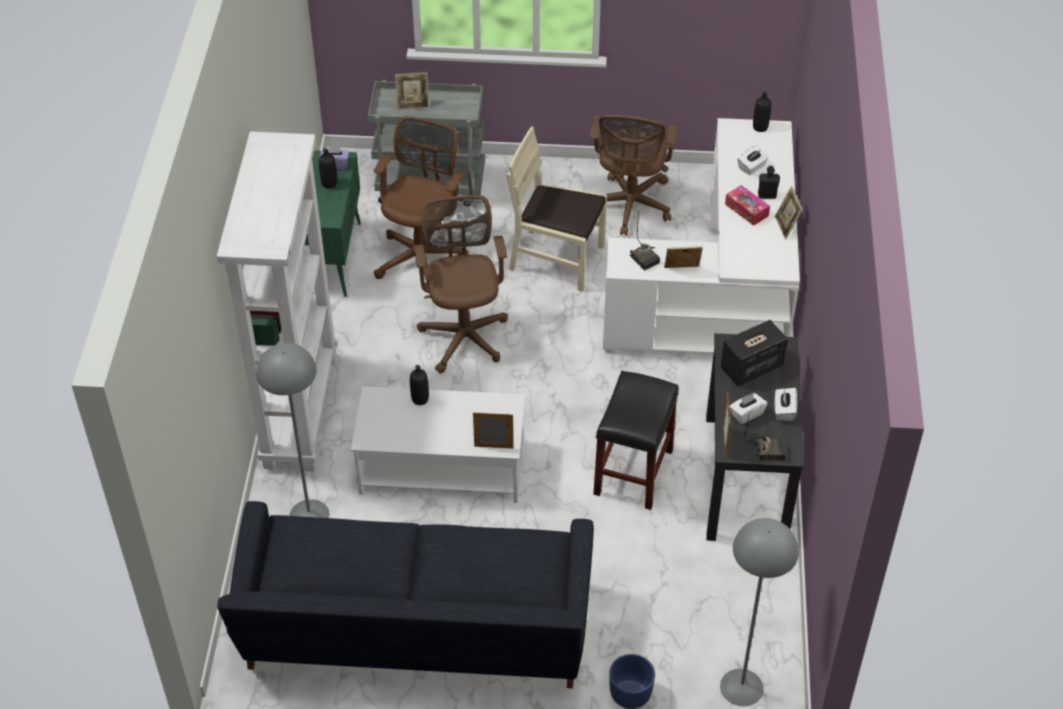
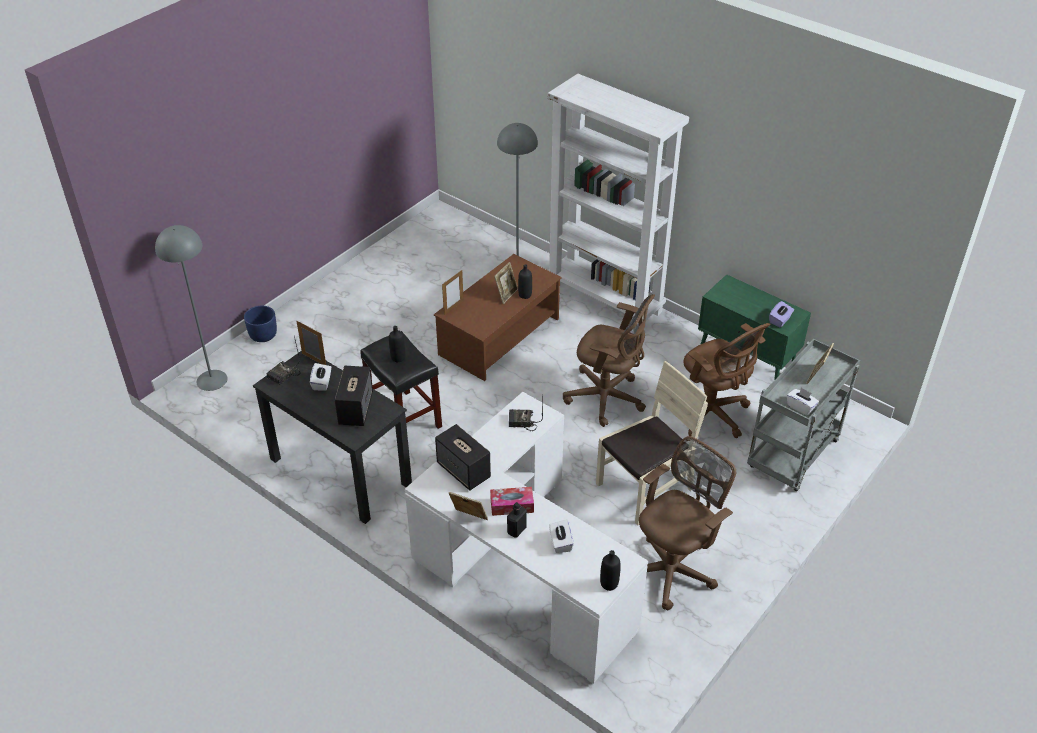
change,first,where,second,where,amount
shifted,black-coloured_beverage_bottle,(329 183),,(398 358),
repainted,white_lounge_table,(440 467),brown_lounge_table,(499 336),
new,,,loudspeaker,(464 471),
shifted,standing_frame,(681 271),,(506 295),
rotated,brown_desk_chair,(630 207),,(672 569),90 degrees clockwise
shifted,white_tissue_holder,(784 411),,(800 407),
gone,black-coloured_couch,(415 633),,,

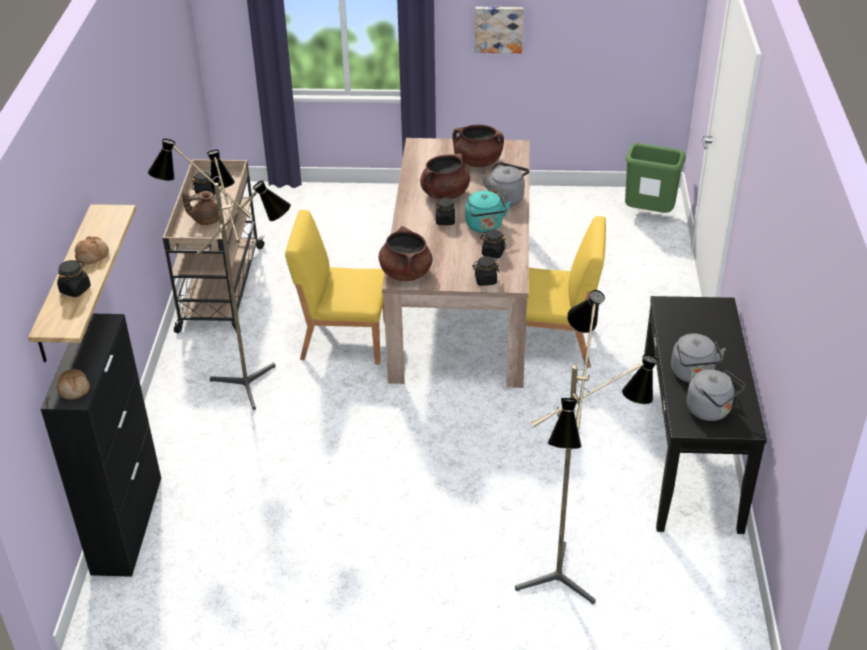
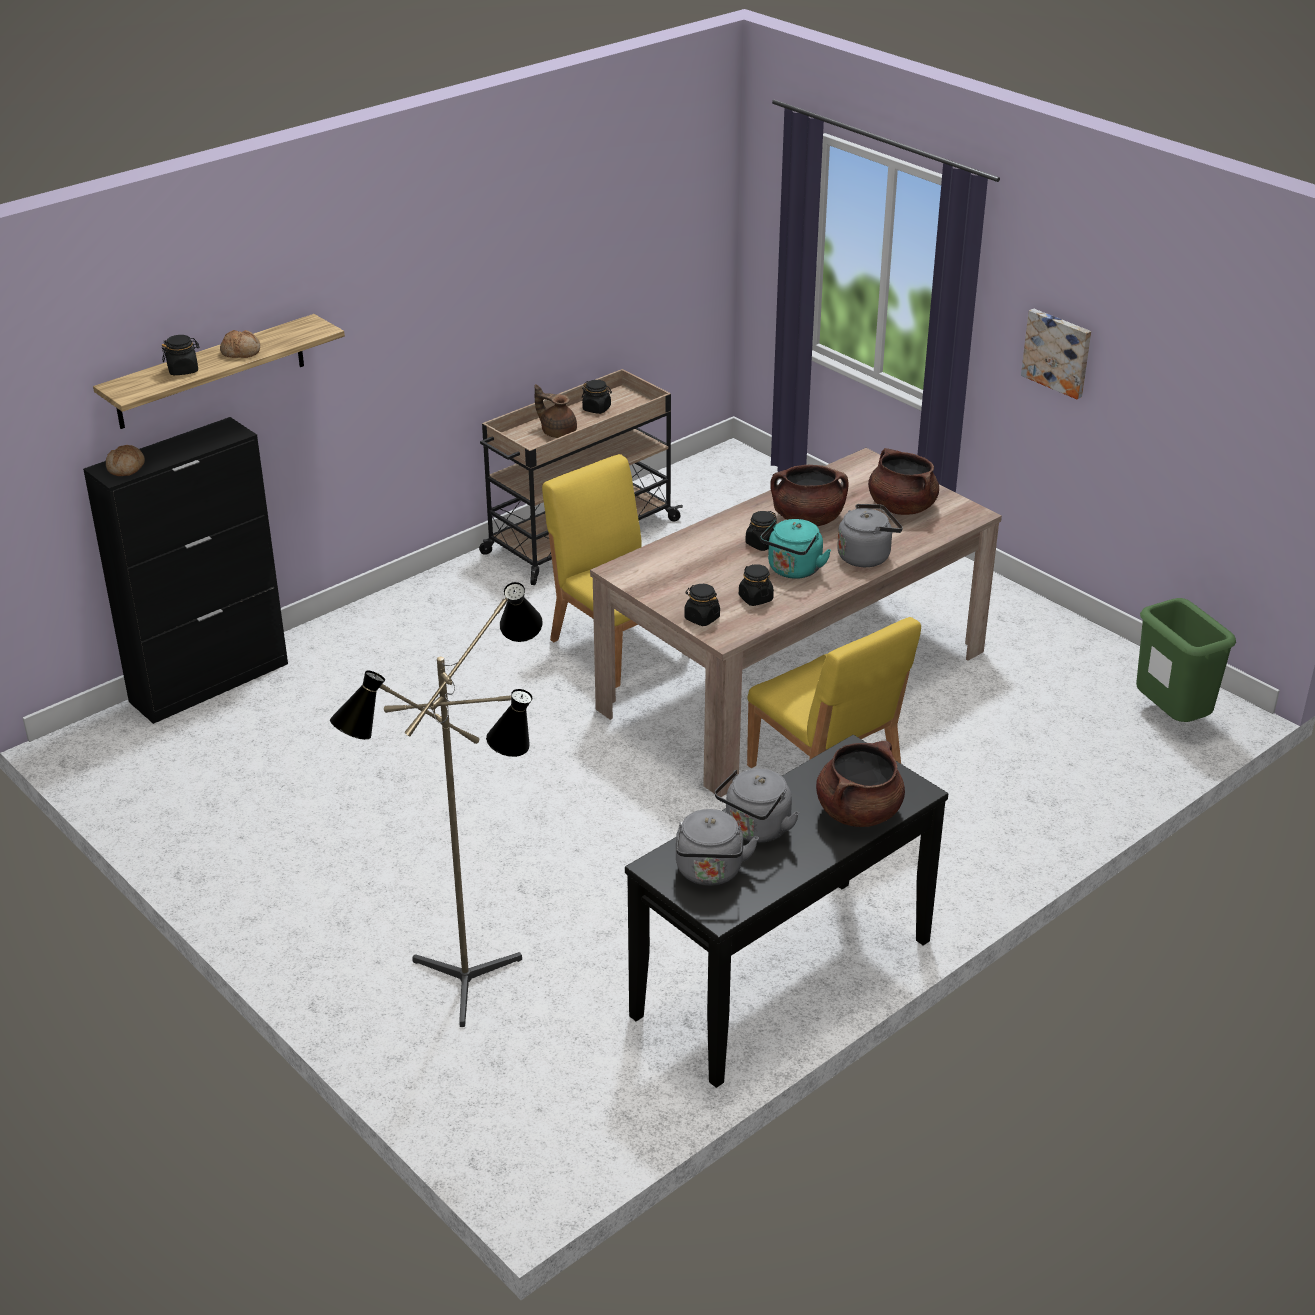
change,first,where,second,where,amount
shifted,brown_stockpot,(405 273),,(858 812),
gone,floor_lamp,(248 380),,,

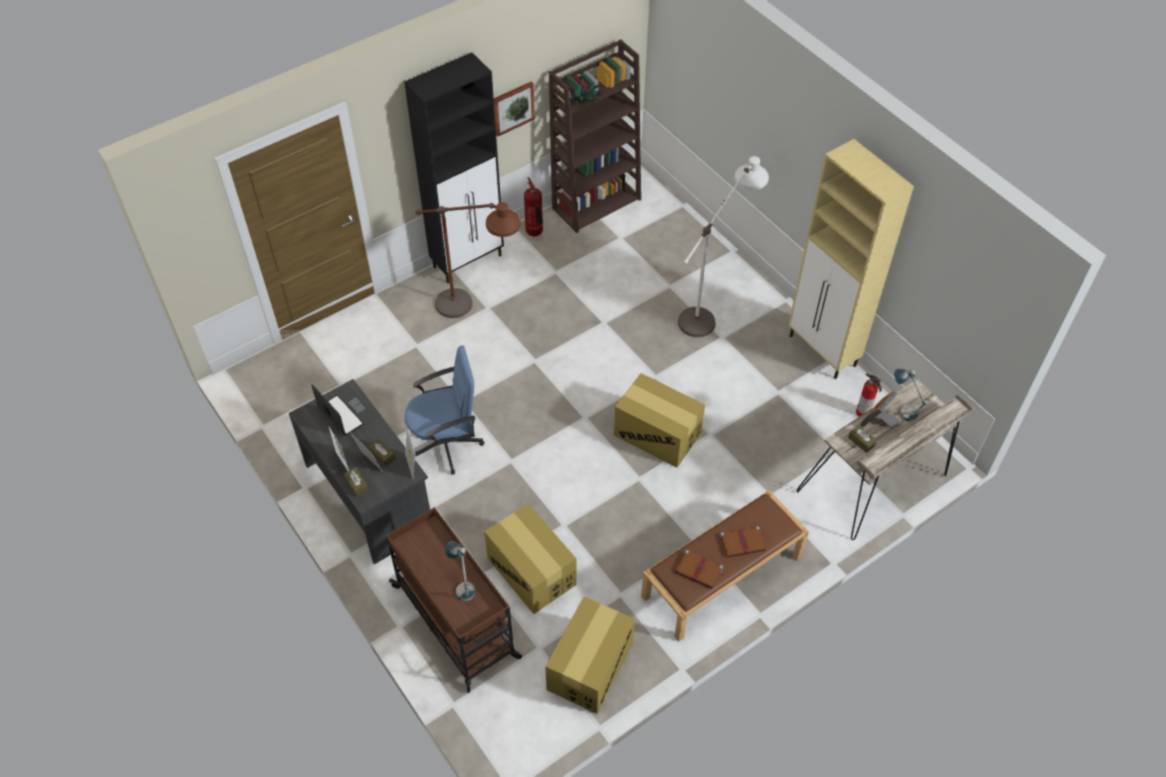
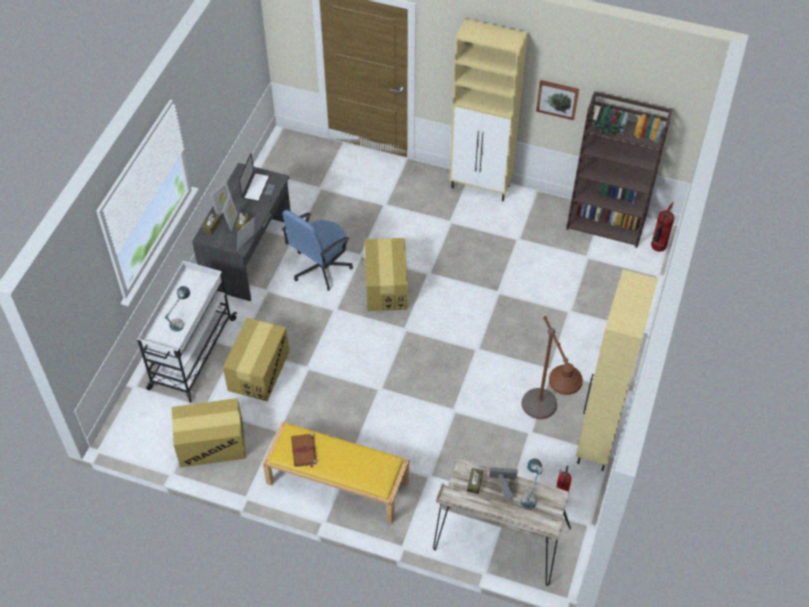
change,first,where,second,where,amount
repainted,brown_trolley,(457 623),white_trolley,(191 354),
repainted,brown_bench,(721 577),yellowish_bench,(336 482),
rotated,blue_desk_chair,(446 443),,(320 268),90 degrees clockwise
shifted,carton,(657 434),,(386 286),
repainted,black-coloured_storage_cabinet,(468 261),beige-coloured_storage_cabinet,(481 187),
shifted,brown_floor_lamp,(476 314),,(543 425),
shifted,fire_extinguisher,(535 234),,(657 249),
gone,white_floor_lamp,(712 307),,,
gone,brown_book,(743 543),,,

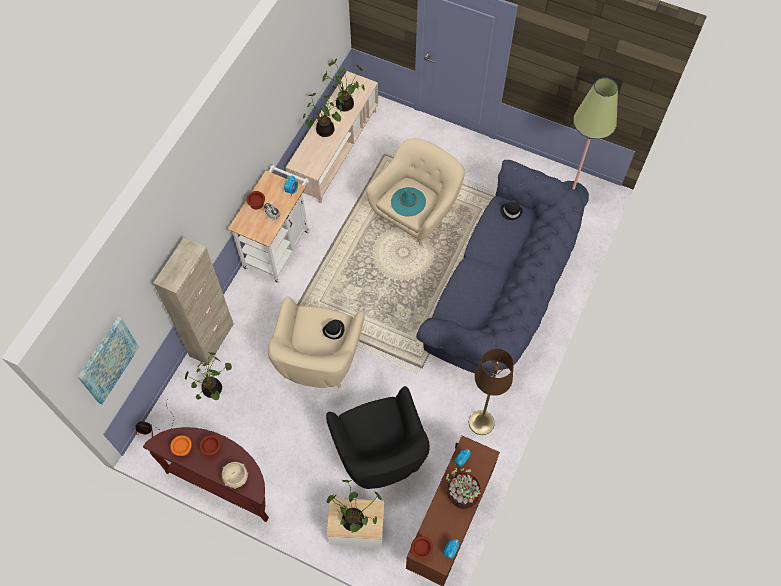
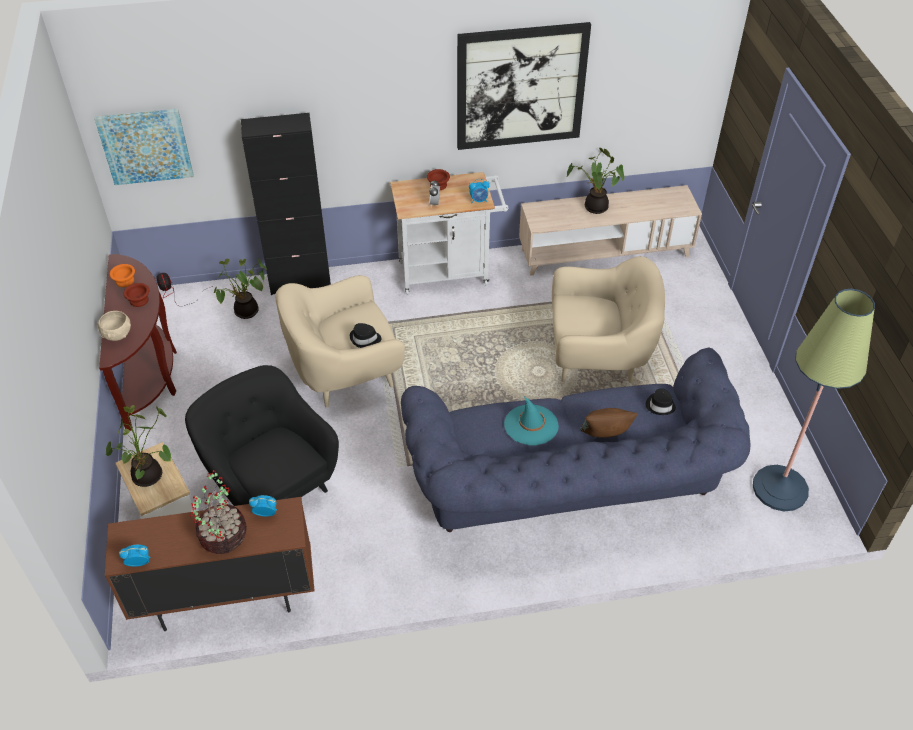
change,first,where,second,where,amount
rotated,black-coloured_armchair,(379 453),,(271 484),105 degrees clockwise
repainted,beige-coloured_storage_cabinet,(212 340),black-coloured_storage_cabinet,(300 282),
new,,,wall_art,(521 87),
shifted,turquoise-coloured_wearable_hat,(408 202),,(531 425),
new,,,brown_pillow,(604 434),
gone,plant_in_a_pot,(345 104),,,
gone,brown_deep_dish,(421 550),,,
gone,brown_floor_lamp,(481 422),,,

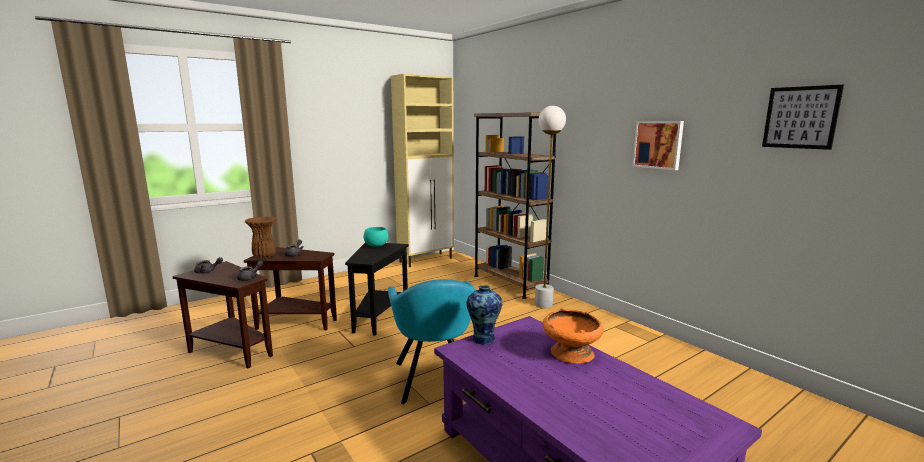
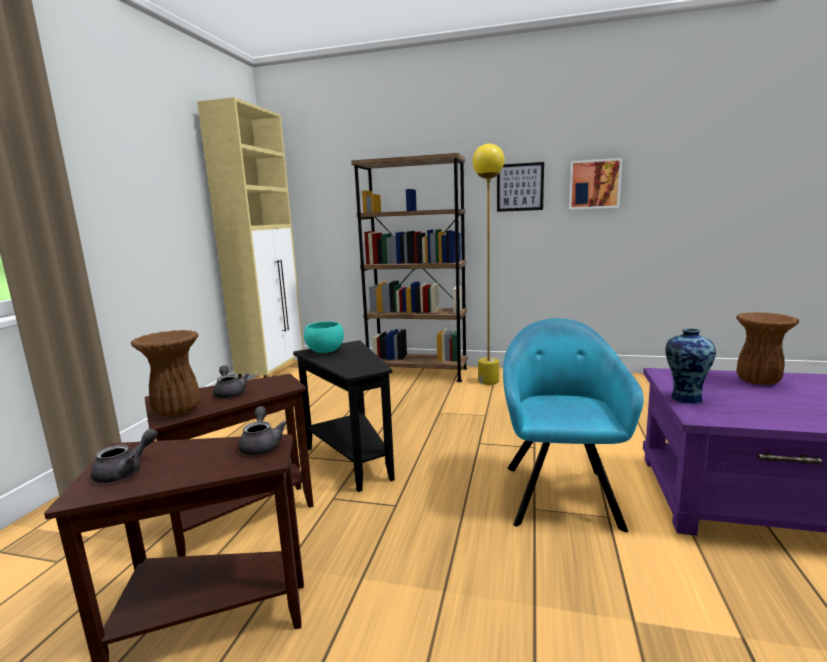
change,first,where,second,where,amount
repainted,white_floor_lamp,(543 304),yellowish_floor_lamp,(488 381),
shifted,wall_art,(800 117),,(520 187),
rotated,turquoise-coloured_armchair,(434 380),,(559 492),120 degrees counterclockwise
swapped,orange_deep_dish,(570 353),brown_flower_vase,(758 381),

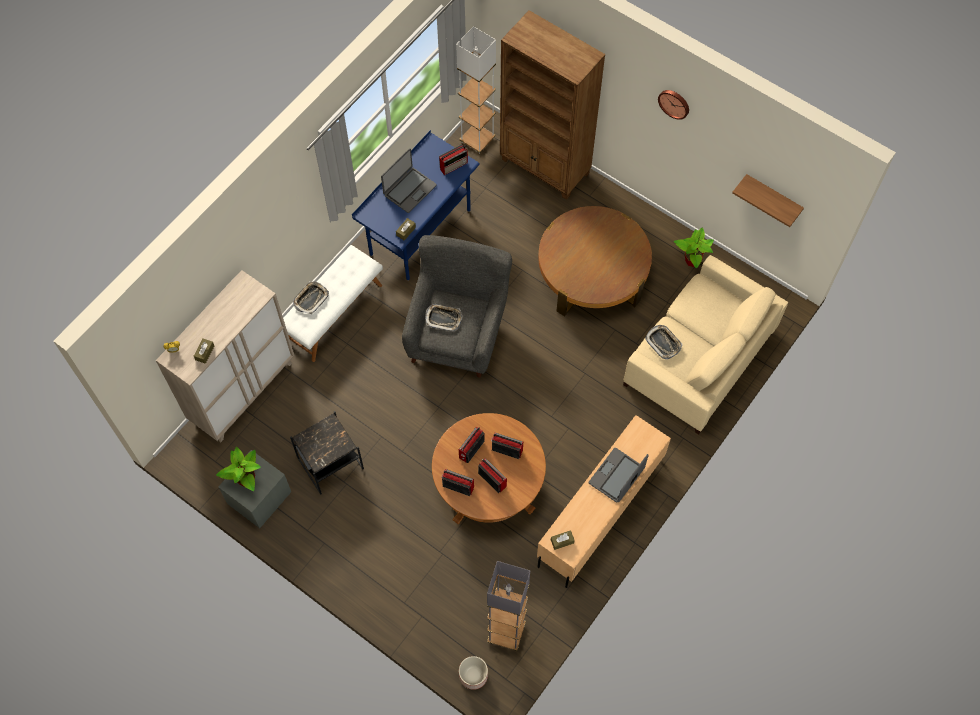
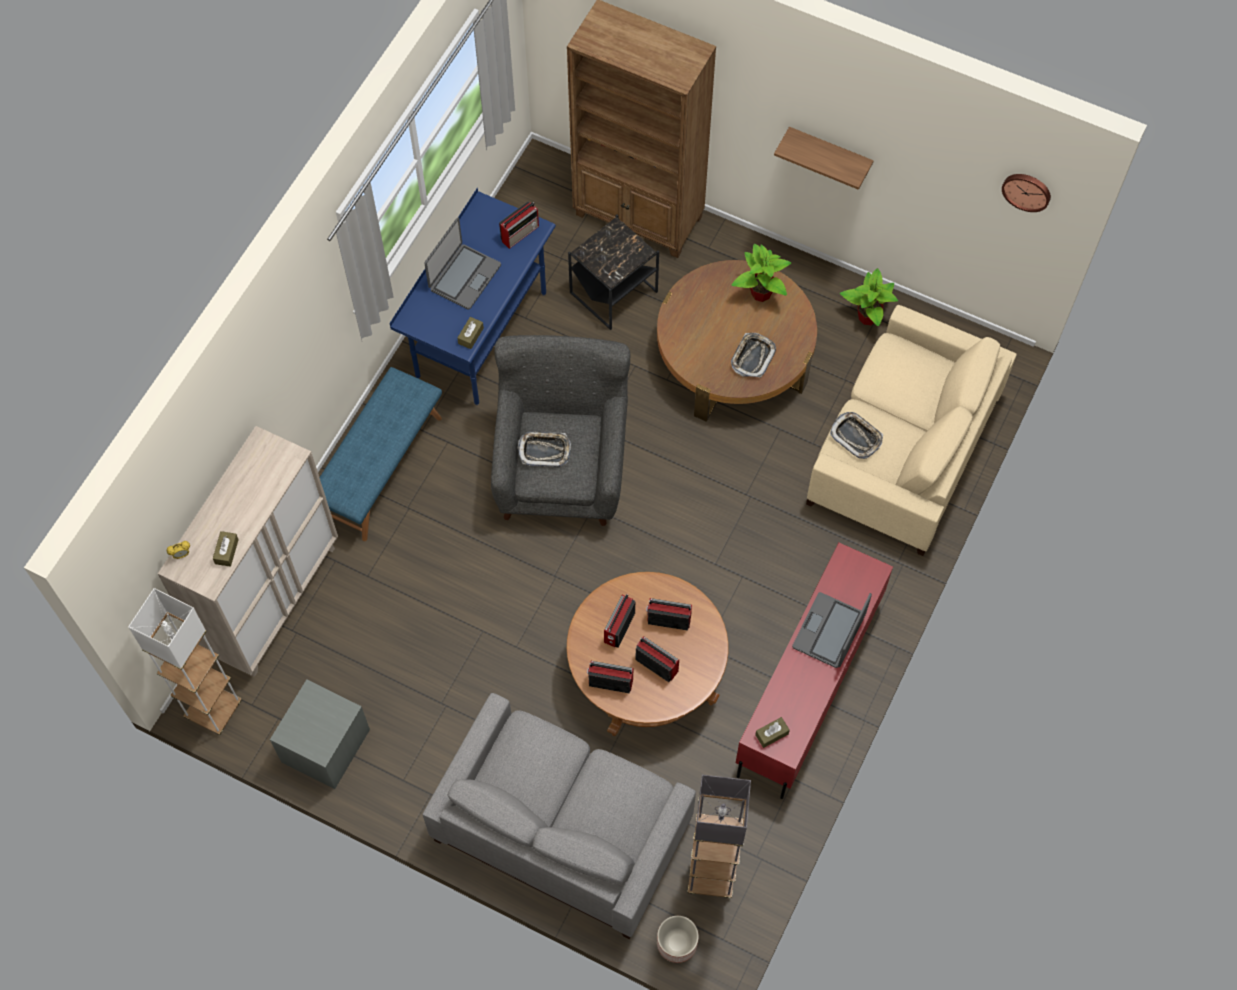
change,first,where,second,where,amount
shifted,white_floor_lamp,(477 140),,(214 710),
repainted,white_bench,(334 313),blue_bench,(381 467),
new,,,greyish_couch,(563 827),
shifted,black-coloured_side_table,(330 463),,(612 292),
shifted,serving_tray,(311 299),,(752 357),
shifted,plant_in_a_pot,(246 479),,(760 293),
repainted,beige-coloured_tv_unit,(599 512),red-coloured_tv_unit,(807 687),
shifted,bracket_shelf,(772 197),,(829 154),
shifted,hanging_clock,(674 103),,(1027 190),

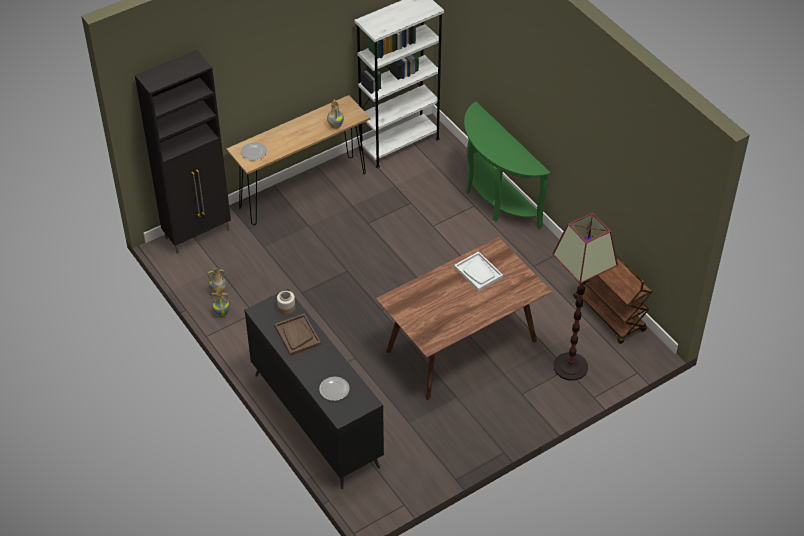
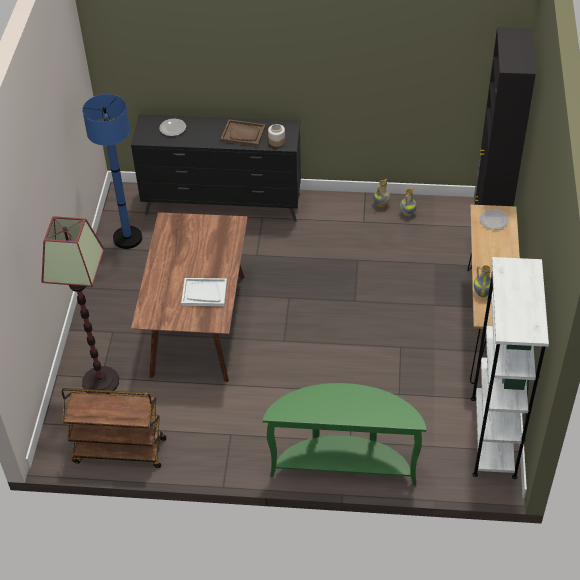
change,first,where,second,where,amount
new,,,blue_floor_lamp,(127 238),

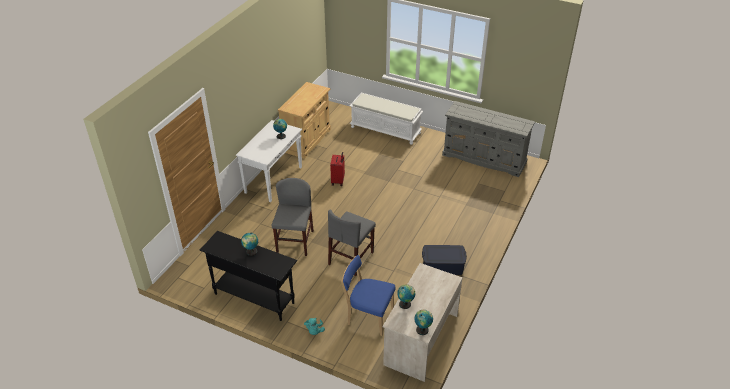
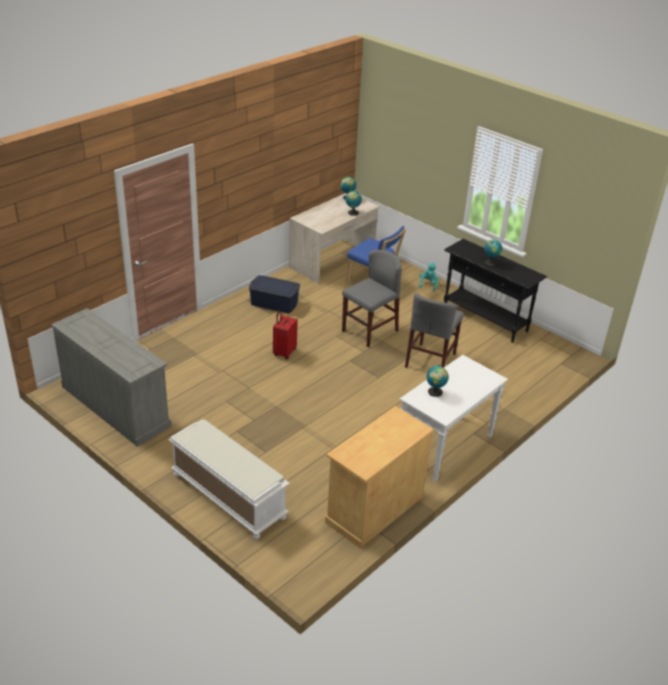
change,first,where,second,where,amount
shifted,red-coloured_suitcase,(338 181),,(284 352),

